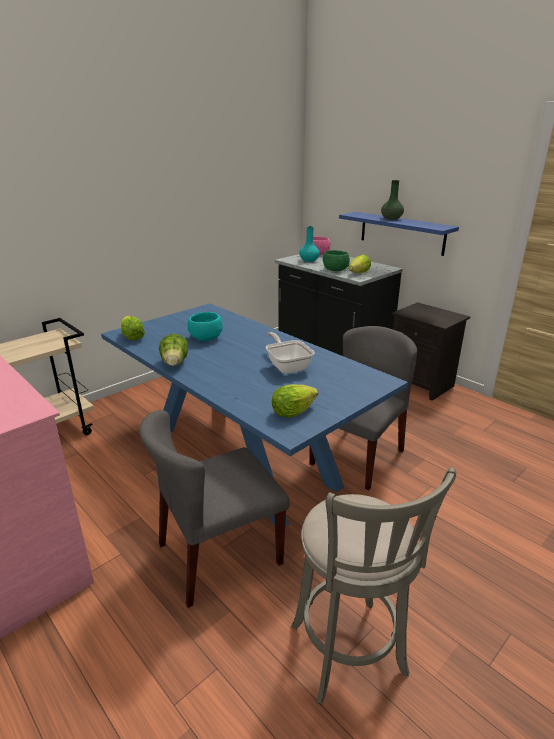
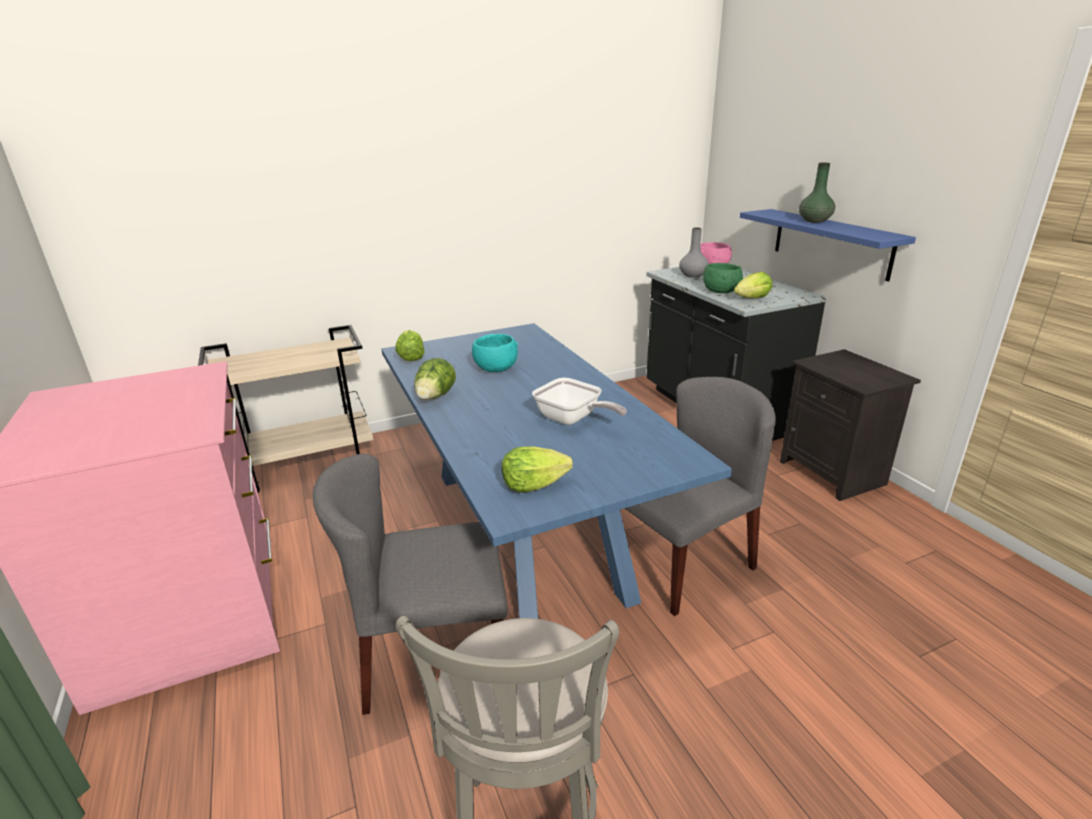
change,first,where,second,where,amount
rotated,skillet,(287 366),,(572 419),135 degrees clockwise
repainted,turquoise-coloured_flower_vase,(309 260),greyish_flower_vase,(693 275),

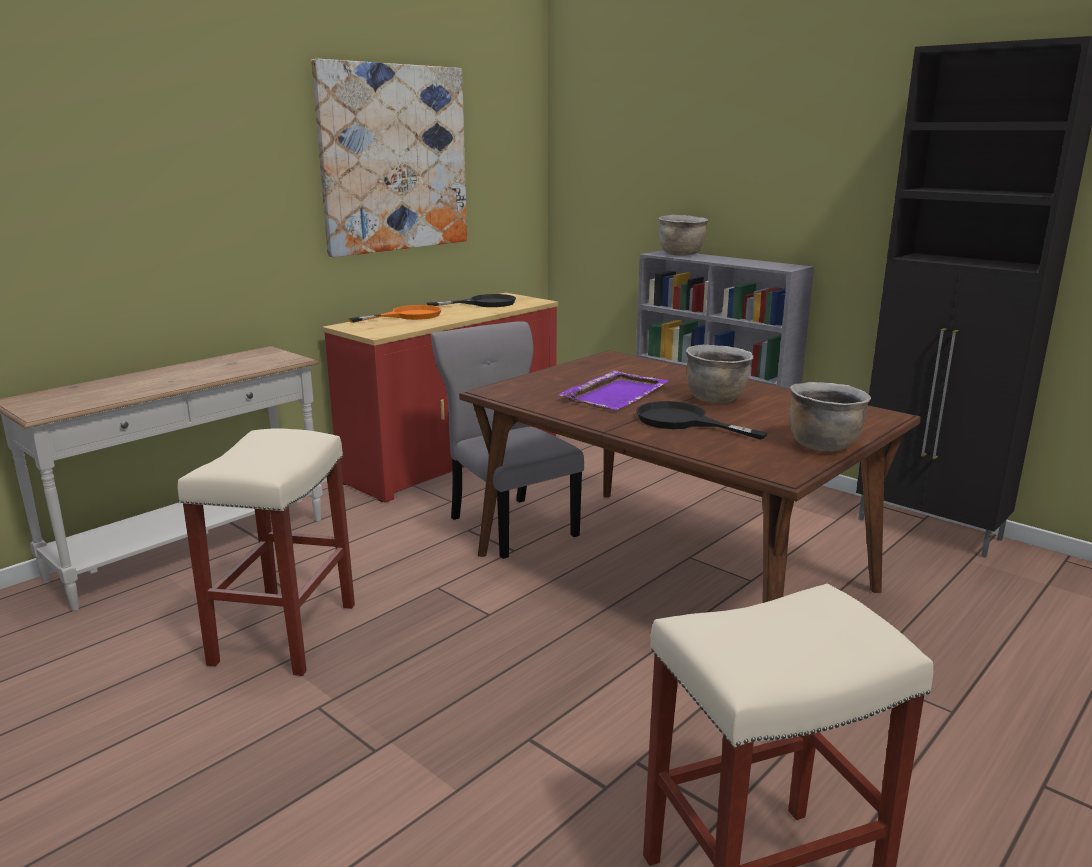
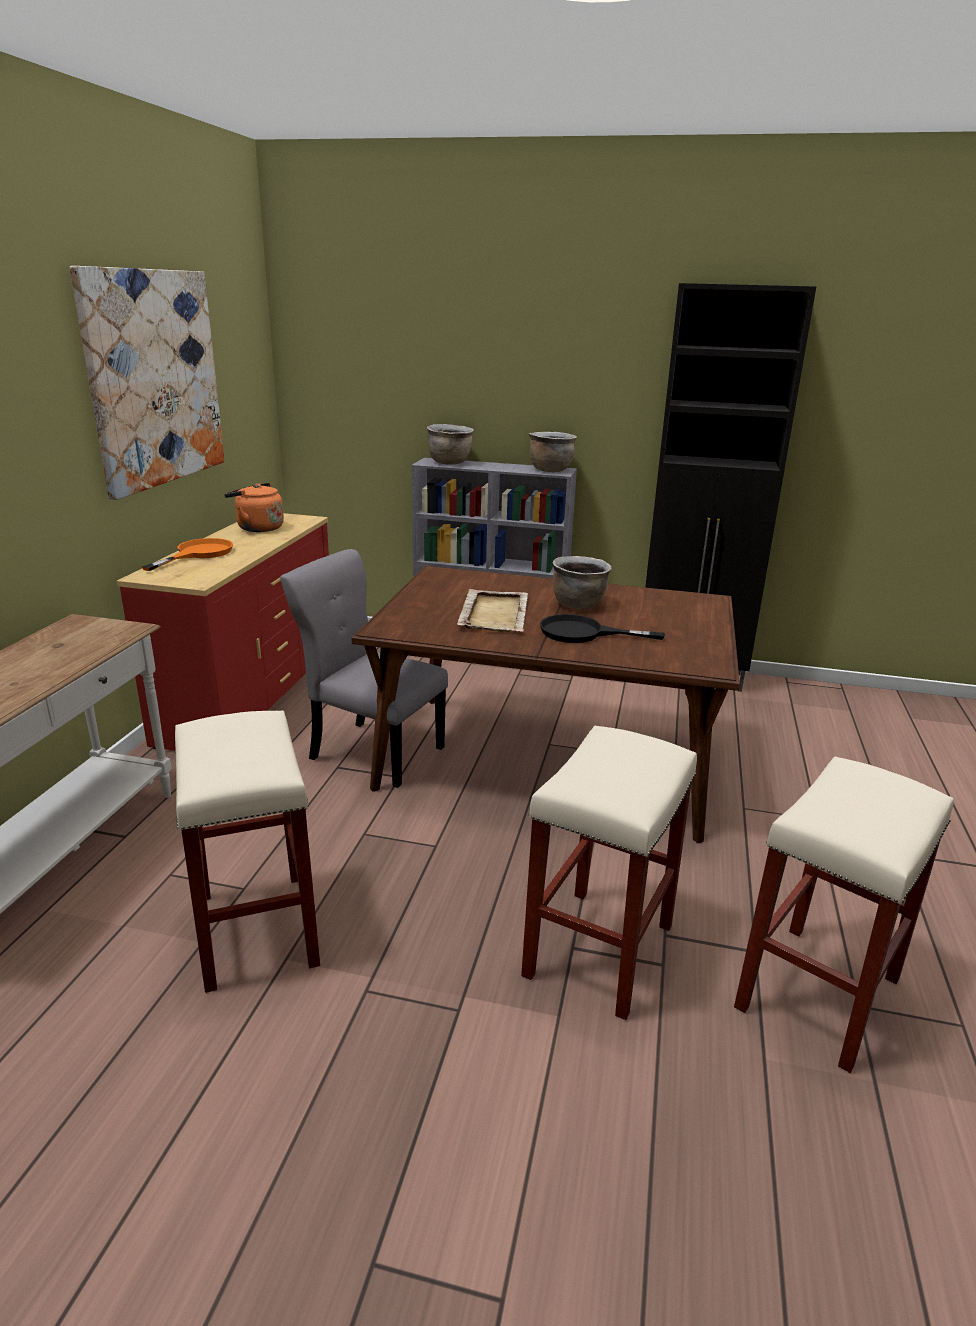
change,first,where,second,where,amount
swapped,black-coloured_skillet,(484 303),orange_kettle,(257 528),
repainted,purple-coloured_serving_tray,(616 393),beige-coloured_serving_tray,(494 613),
new,,,beige-coloured_stool,(599 948),
shifted,brown_stockpot,(823 445),,(550 470),

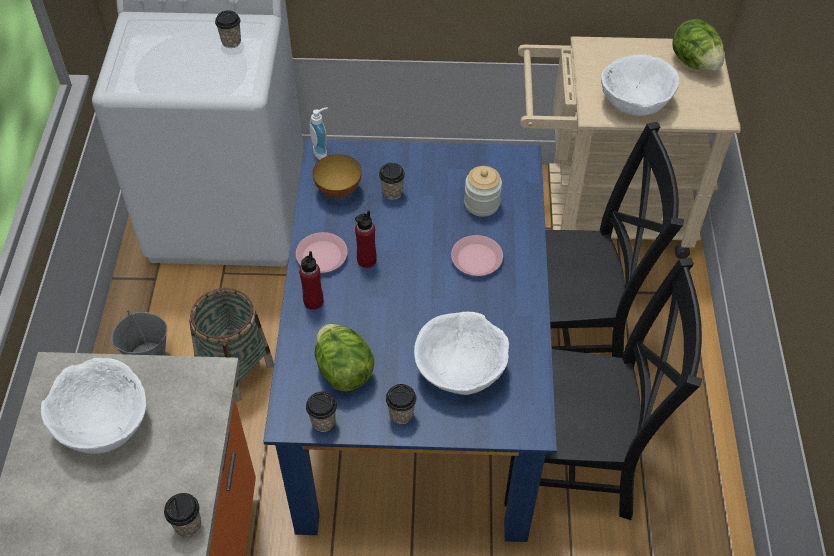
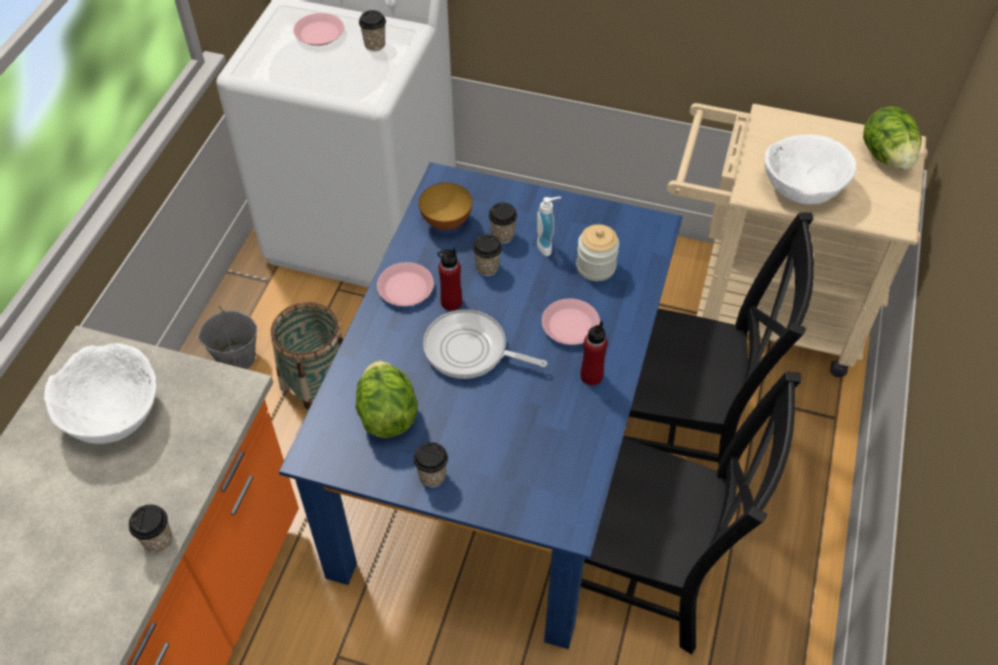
change,first,where,second,where,amount
new,,,pink-coloured_plate,(320 34),
new,,,skillet,(470 350),
shifted,drinking_cup,(323 422),,(487 267),
shifted,liquid_soap_bottle,(322 153),,(547 245),
shifted,red-coloured_beverage_bottle,(313 301),,(591 376),
gone,white_deep_dish,(460 370),,,

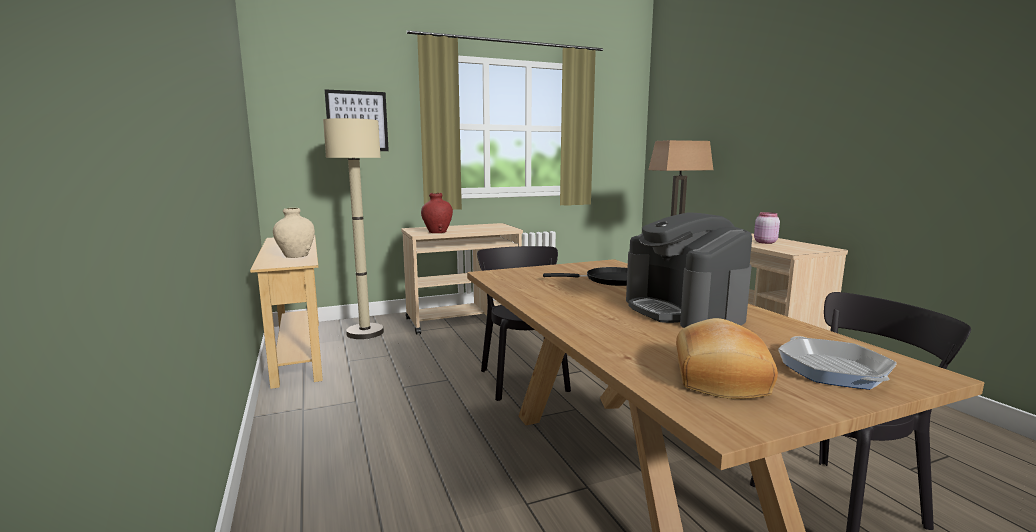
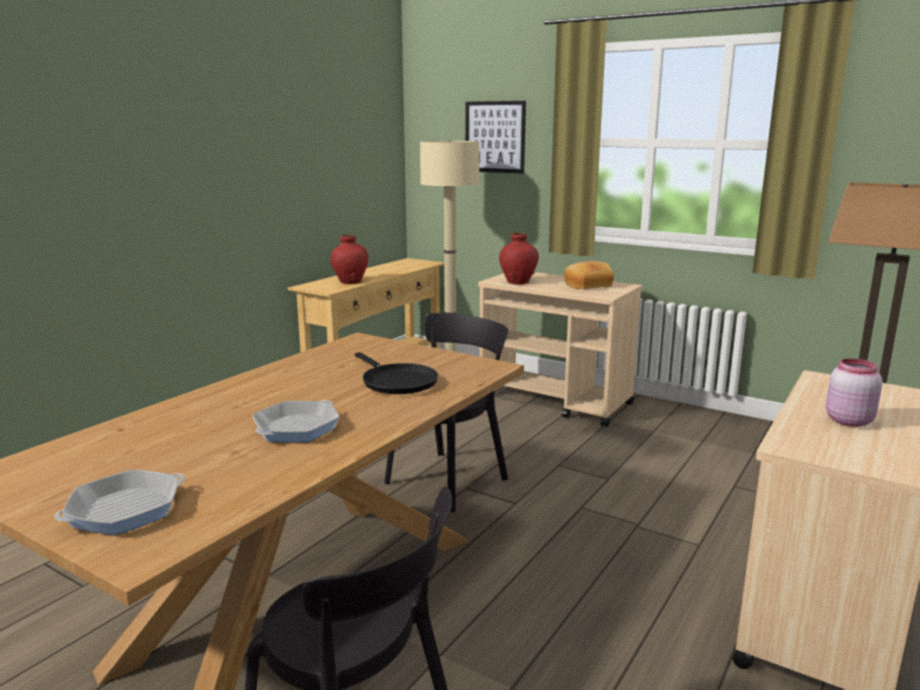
change,first,where,second,where,amount
swapped,coffee_brewer,(683 310),skillet,(296 428),
repainted,beige-coloured_flower_vase,(296 256),red-coloured_flower_vase,(350 282),
shifted,baked_bread,(717 378),,(587 285),

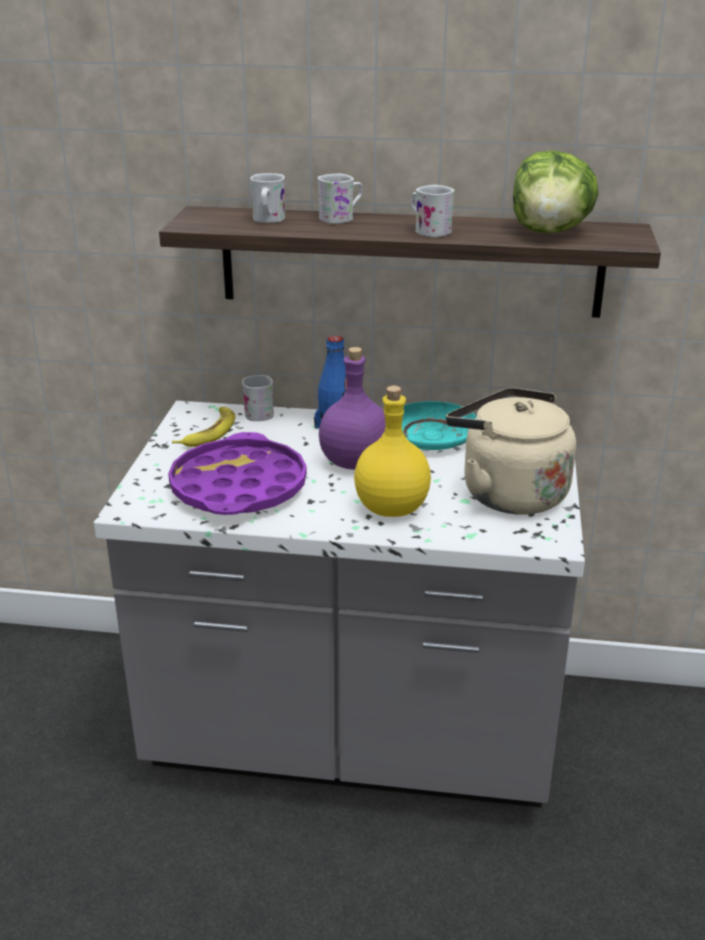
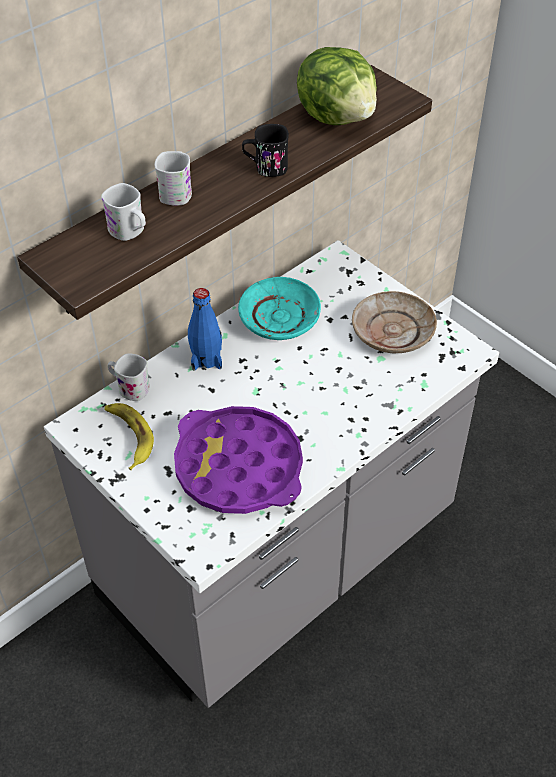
change,first,where,second,where,amount
repainted,white_mug,(428 231),black-coloured_mug,(265 167),
swapped,beige-coloured_kettle,(508 493),beige-coloured_plate,(392 331),
gone,purple-coloured_beverage_bottle,(355 463),,,
gone,yellowish_beverage_bottle,(390 508),,,

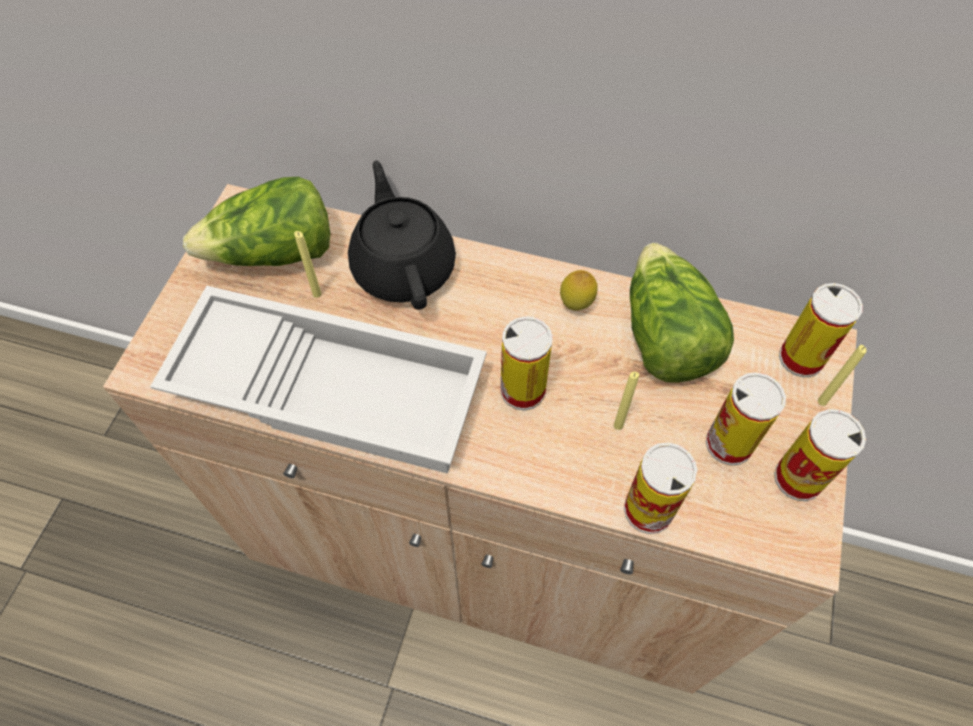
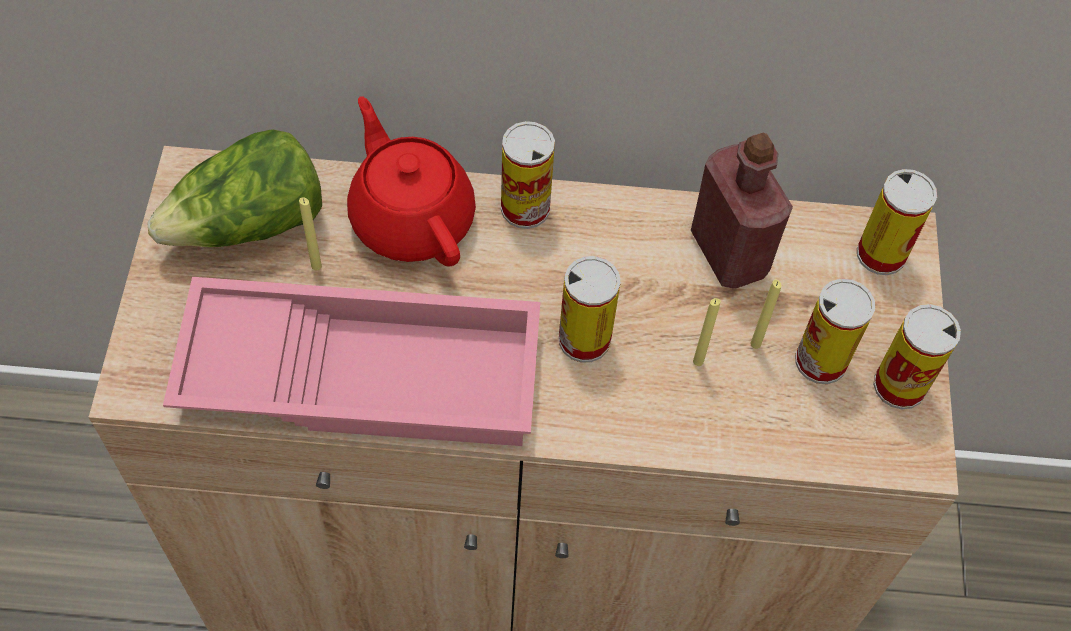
change,first,where,second,where,amount
repainted,white_serving_tray,(332 386),pink-coloured_serving_tray,(365 370),
repainted,black-coloured_teapot,(404 267),red-coloured_teapot,(411 218),
shifted,metal_can,(648 510),,(525 208),
swapped,head_of_lettuce,(665 336),red-coloured_beverage_bottle,(729 253),
shifted,yellowish_wax_light,(822 401),,(755 344),
gone,lemon,(576 305),,,

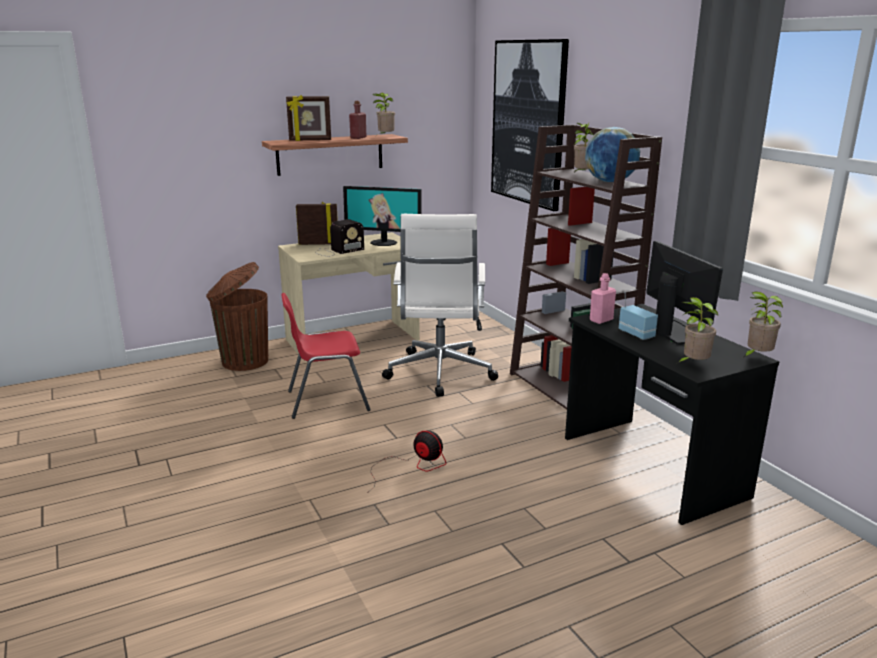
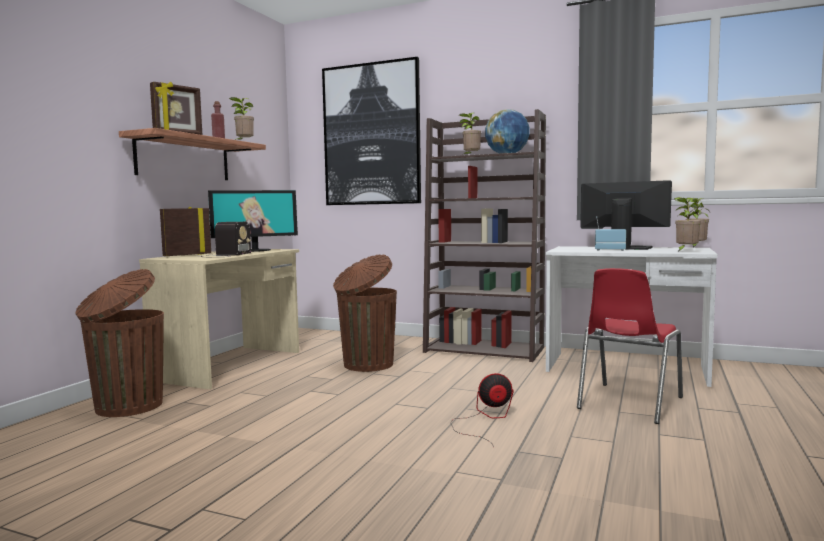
change,first,where,second,where,amount
swapped,white_desk_chair,(439 373),brown_waste_bin,(367 365),
repainted,black-coloured_desk,(651 467),white_desk,(626 369),
shifted,red-coloured_chair,(326 400),,(628 403),
gone,pink-coloured_beverage_bottle,(601 320),,,

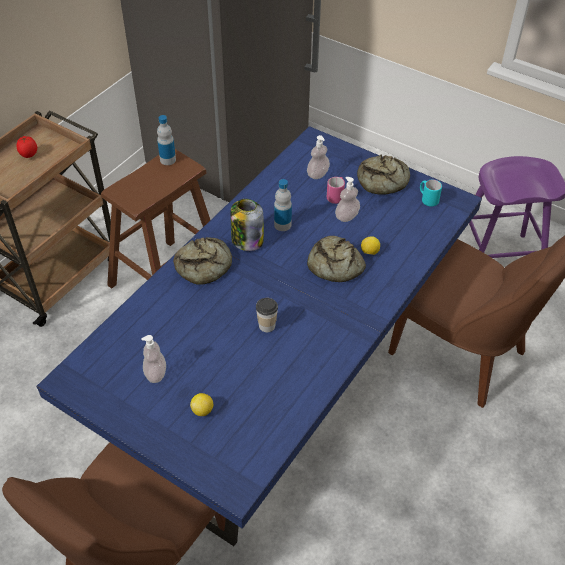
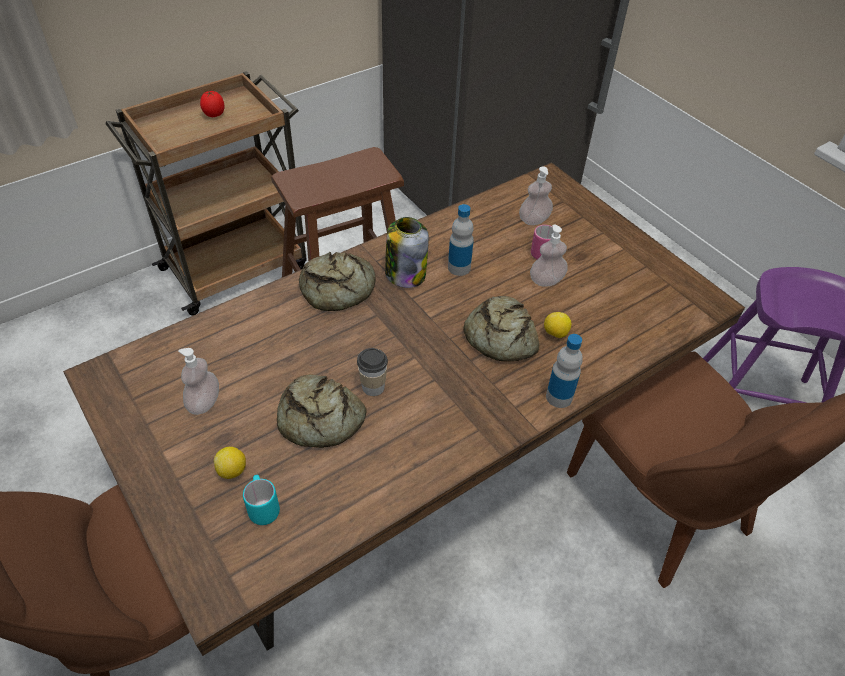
change,first,where,second,where,amount
repainted,blue_dining_table,(281 385),brown_dining_table,(418 468),
shifted,turquoise-coloured_mug,(427 199),,(263 507),
shifted,baked_bread,(383 181),,(319 419),
shifted,beverage_bottle,(168 160),,(559 397),

